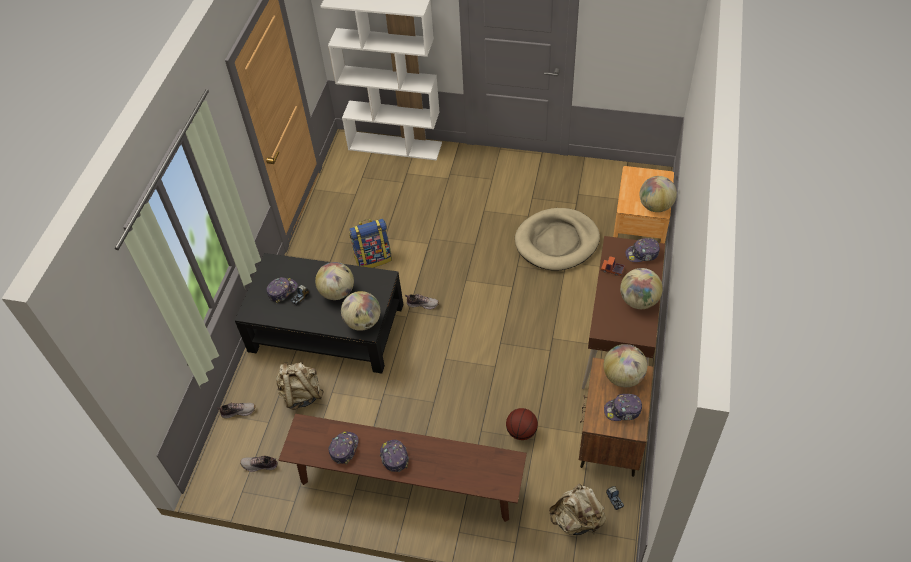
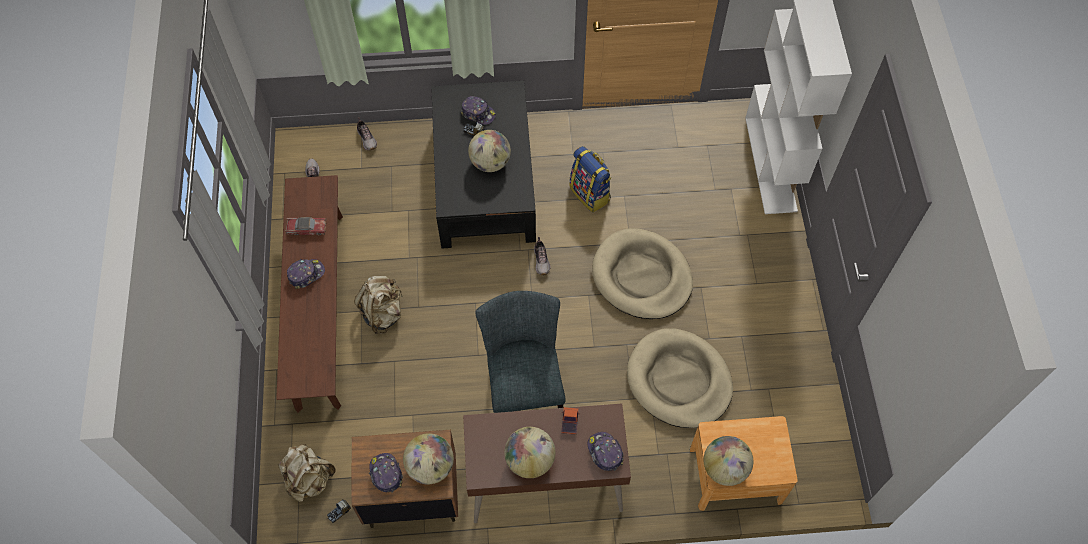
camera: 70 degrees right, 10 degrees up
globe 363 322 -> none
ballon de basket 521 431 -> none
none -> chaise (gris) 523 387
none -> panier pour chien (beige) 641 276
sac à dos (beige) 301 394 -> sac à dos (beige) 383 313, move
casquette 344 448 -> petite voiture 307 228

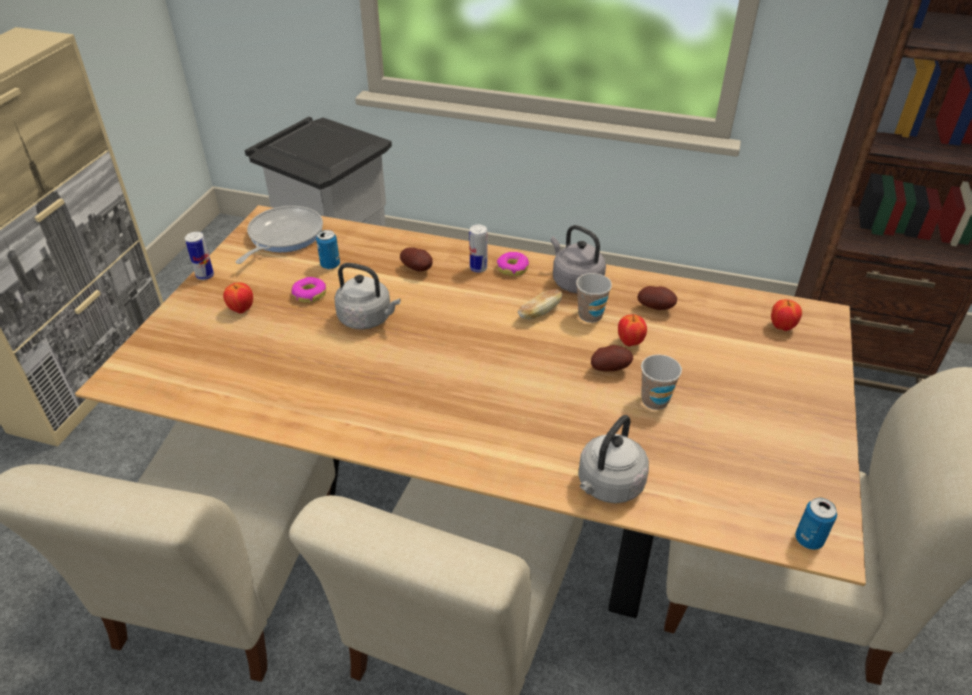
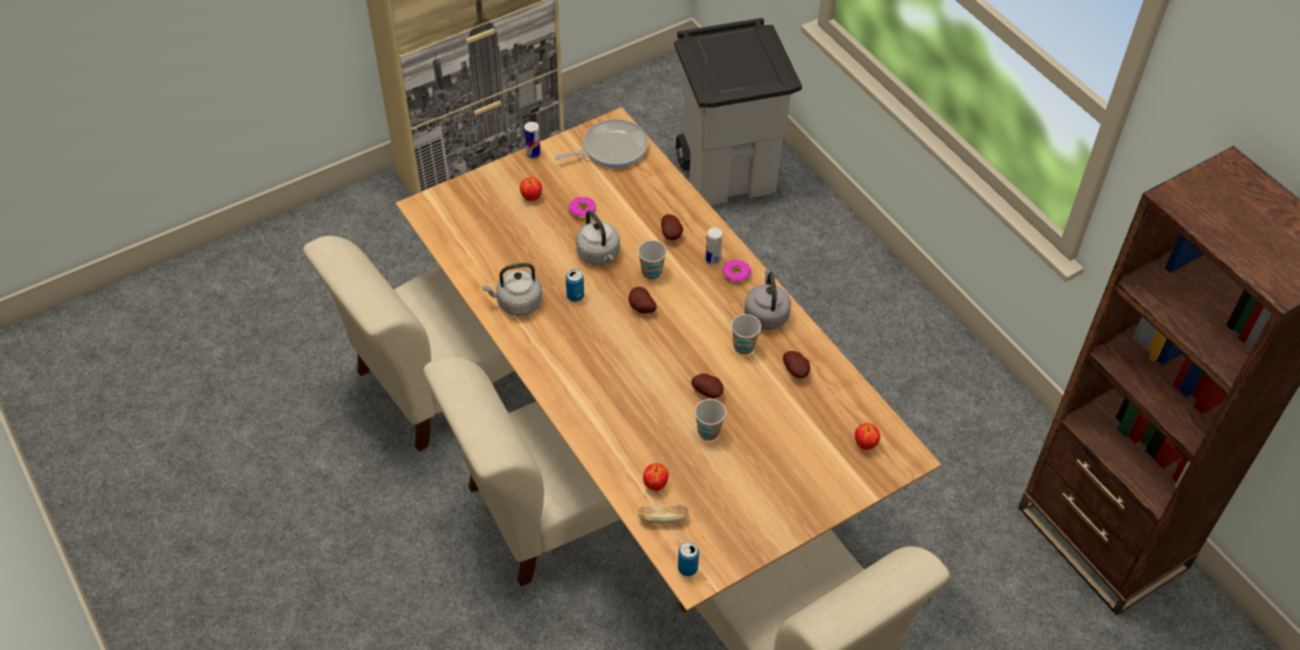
camera: 40 degrees right, 10 degrees up
none -> pomme de terre 640 308
none -> tasse 651 272
boîte métallique 330 265 -> boîte métallique 575 296, move
pain 539 312 -> pain 662 518, move
bouilloire (gris) 608 486 -> bouilloire (gris) 517 303, move
pomme 630 342 -> pomme 655 485, move

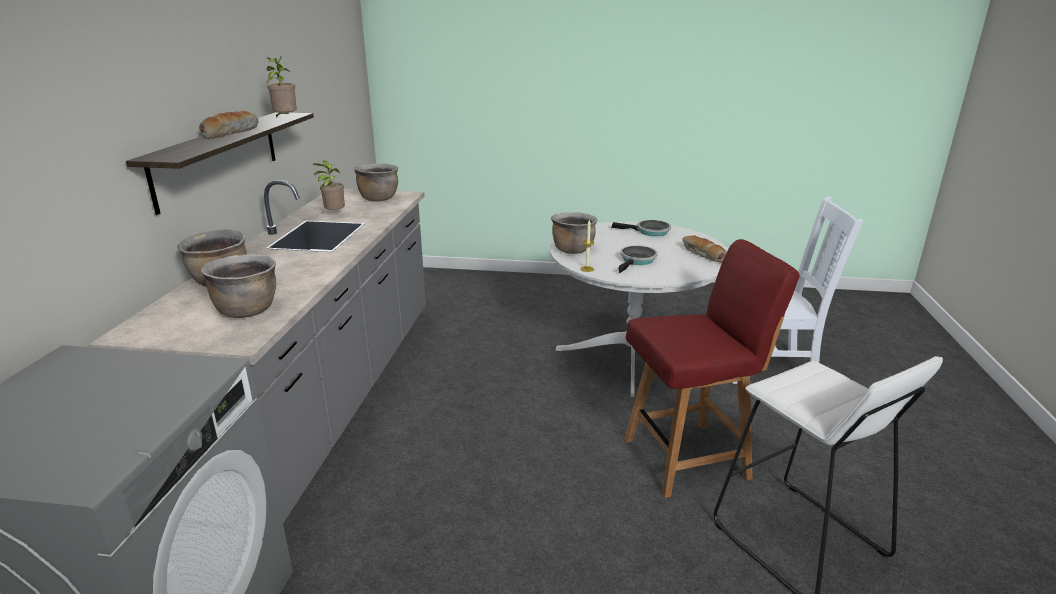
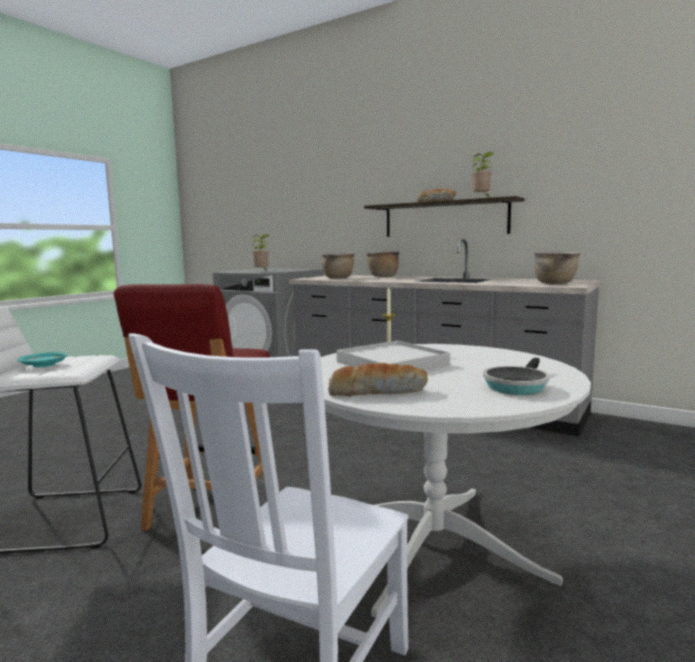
camera: 115 degrees right, 15 degrees down
marmite (marron) 572 250 -> none
none -> assiette (turquoise) 44 365
plante en pot 334 215 -> plante en pot 262 272, move
poêle 637 261 -> plateau (blanc) 392 363

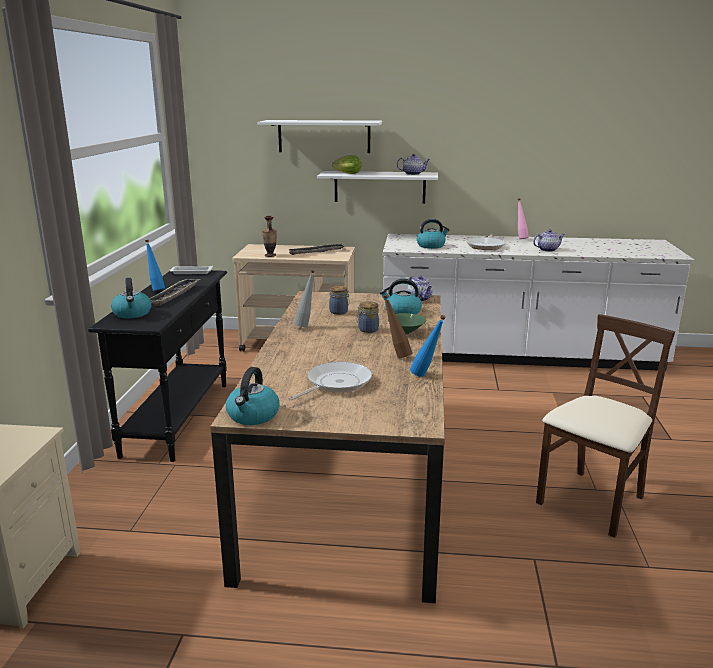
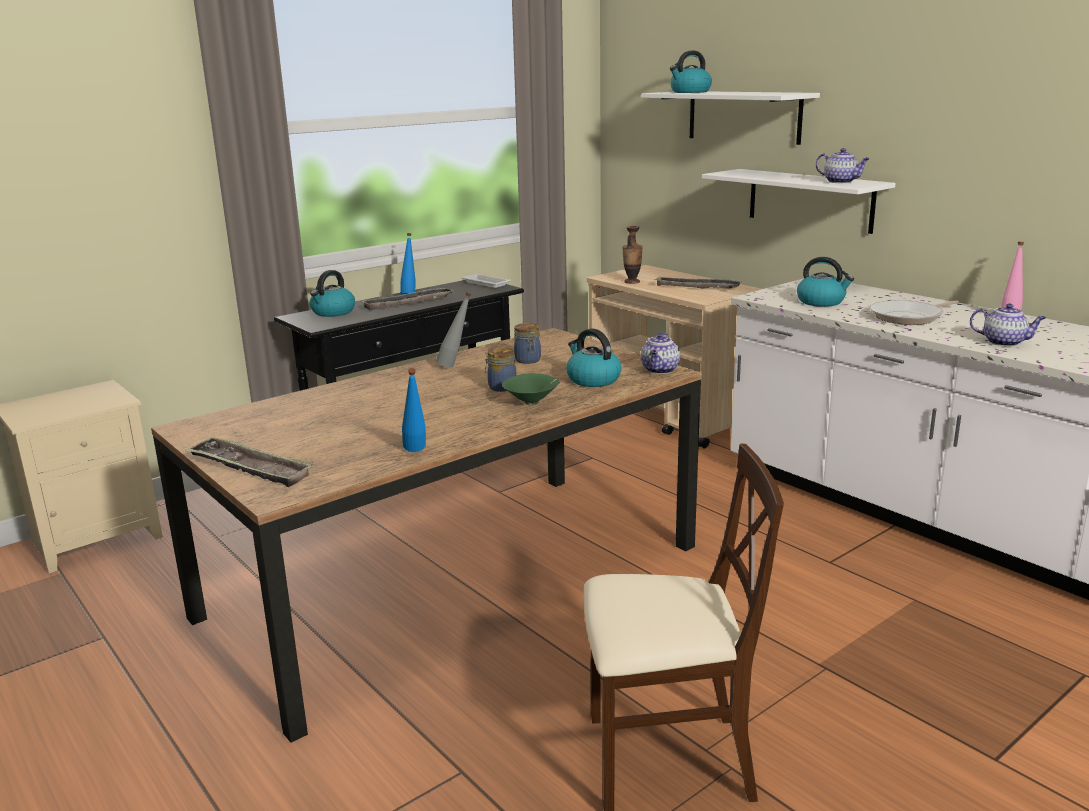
camera: 45 degrees right, 0 degrees up
poêle 336 383 -> none
laitue 346 174 -> none
bouteille (marron) 396 356 -> none
none -> plateau 249 468
bouilloire 253 416 -> bouilloire 690 92, move

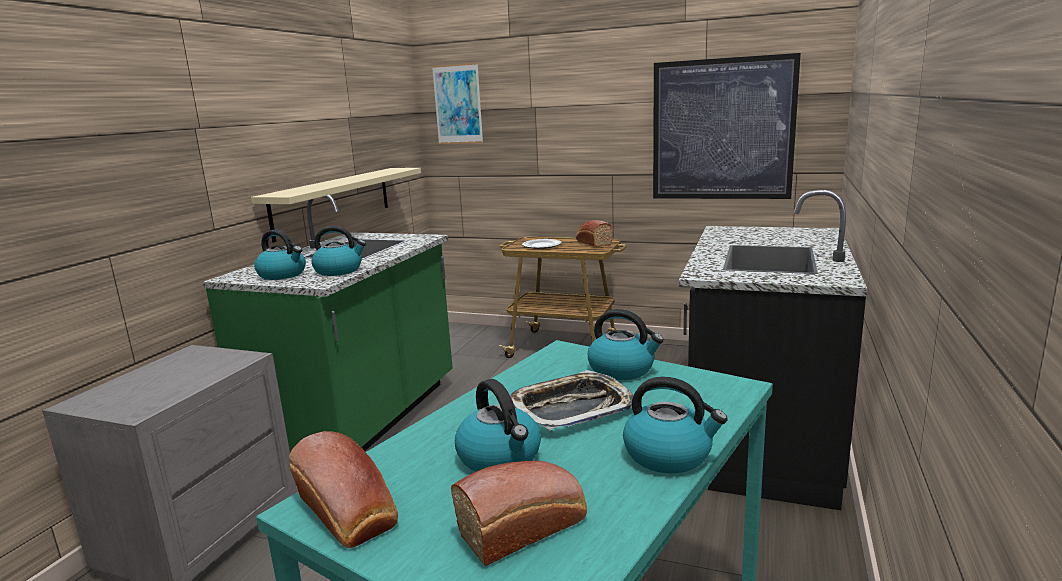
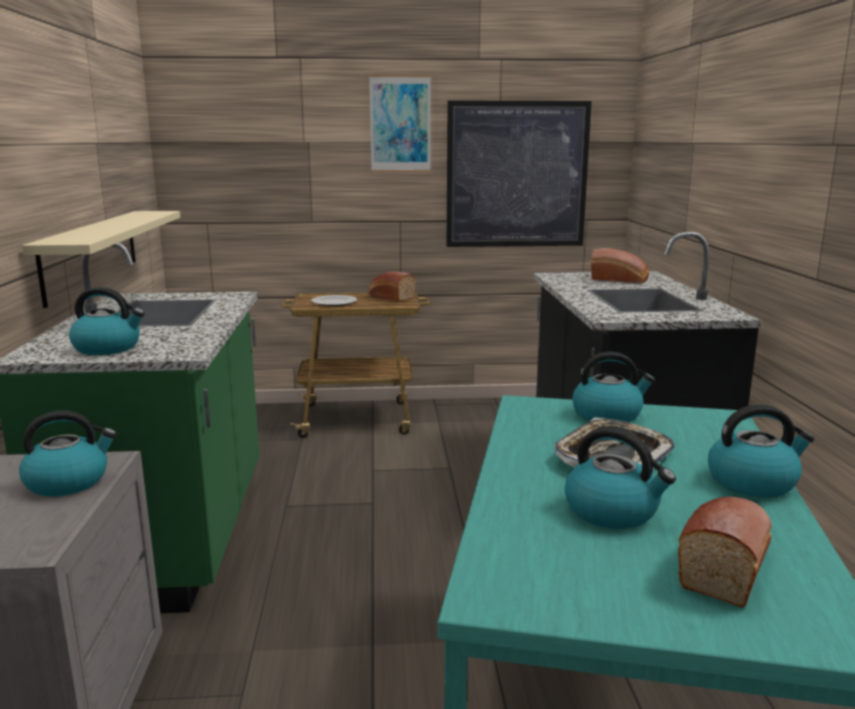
camera: 25 degrees left, 0 degrees up
pain 349 513 -> pain 620 280, move
bouilloire 339 271 -> bouilloire 69 481, move
tableau 458 104 -> tableau 400 124, move

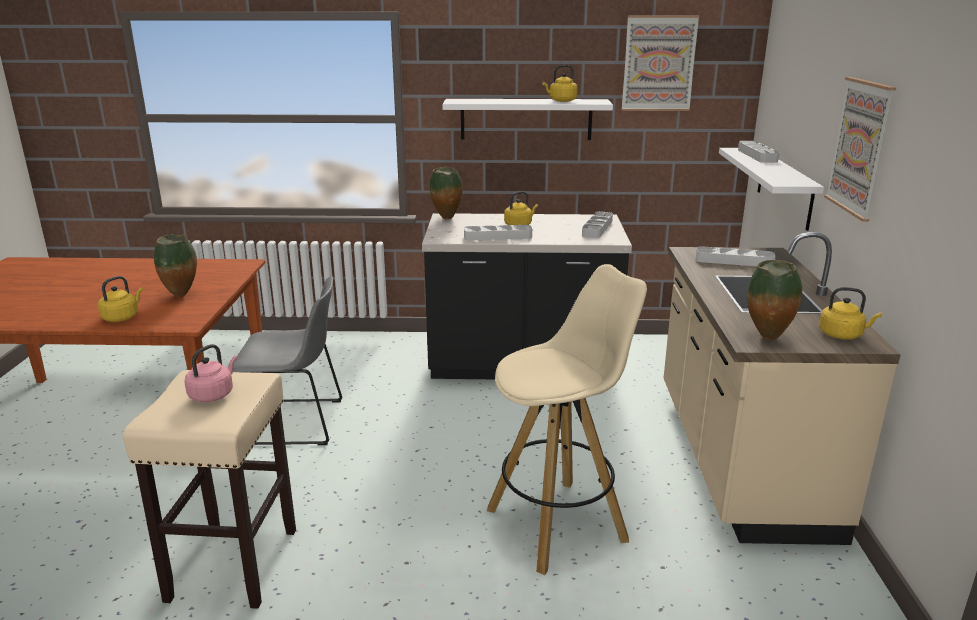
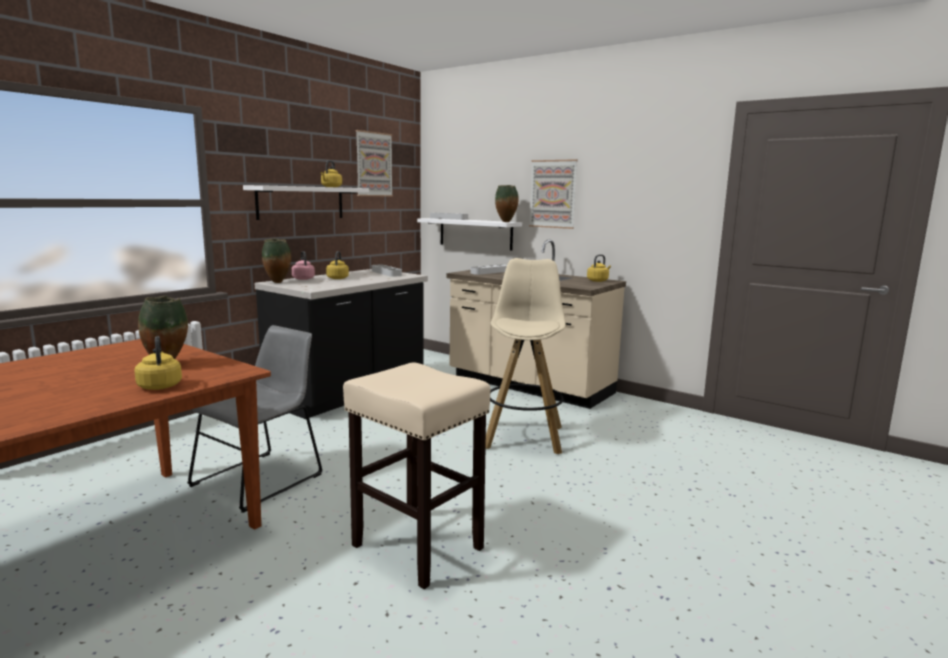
camera: 55 degrees left, 10 degrees down
plateau (gris) 498 236 -> none
bouilloire (rose) 213 394 -> bouilloire (rose) 303 278, move
vase 767 338 -> vase 506 222, move

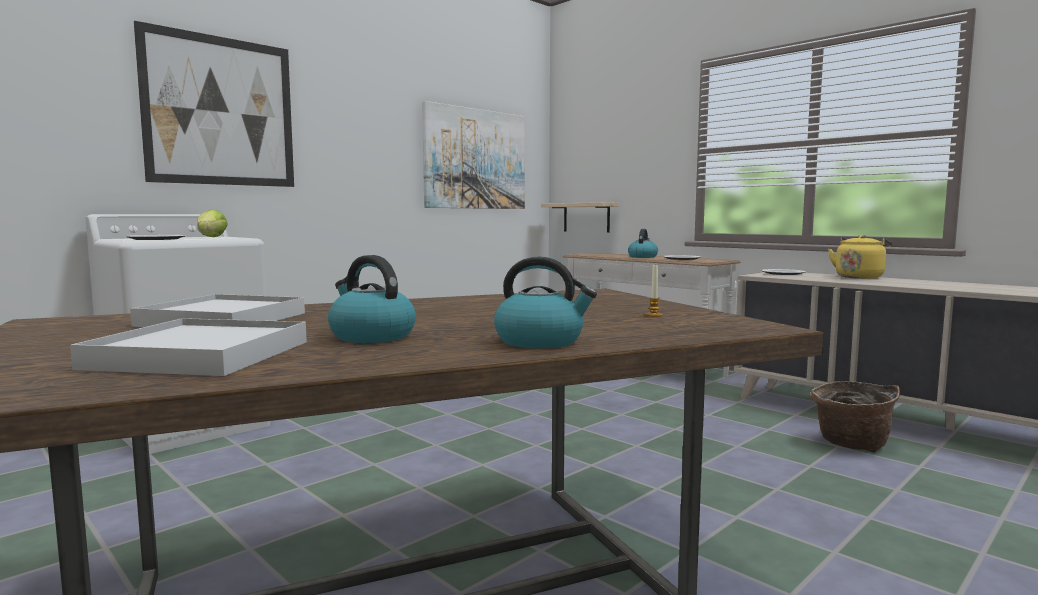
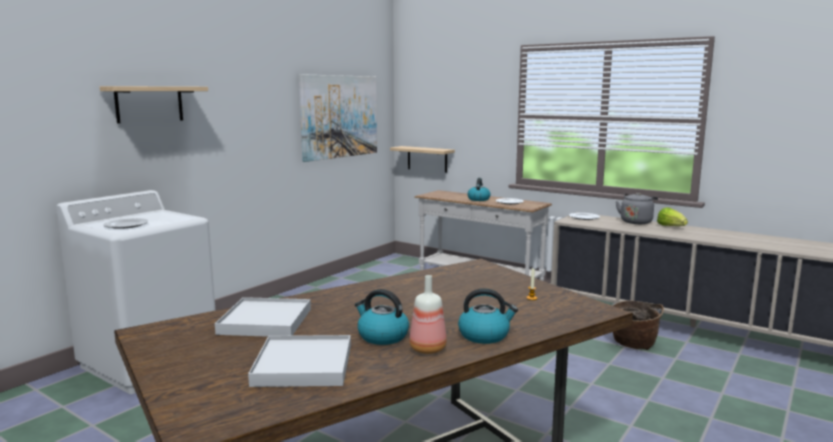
camera: 10 degrees left, 5 degrees up
none -> bouteille 428 349
laitue 211 237 -> laitue 671 227, move
tableau 220 111 -> étagère 149 104
bouilloire (jaune) 859 277 -> bouilloire (gris) 636 222

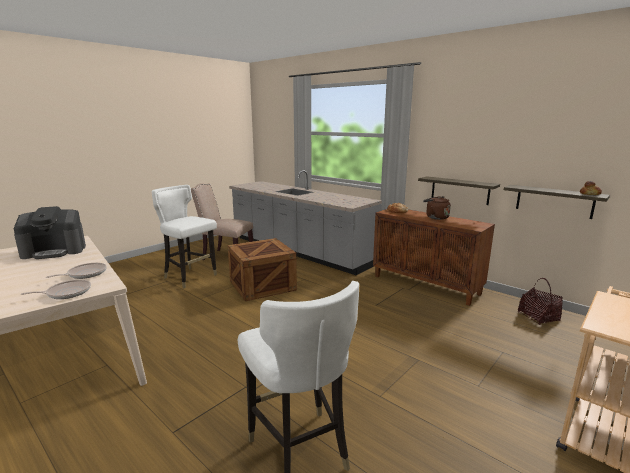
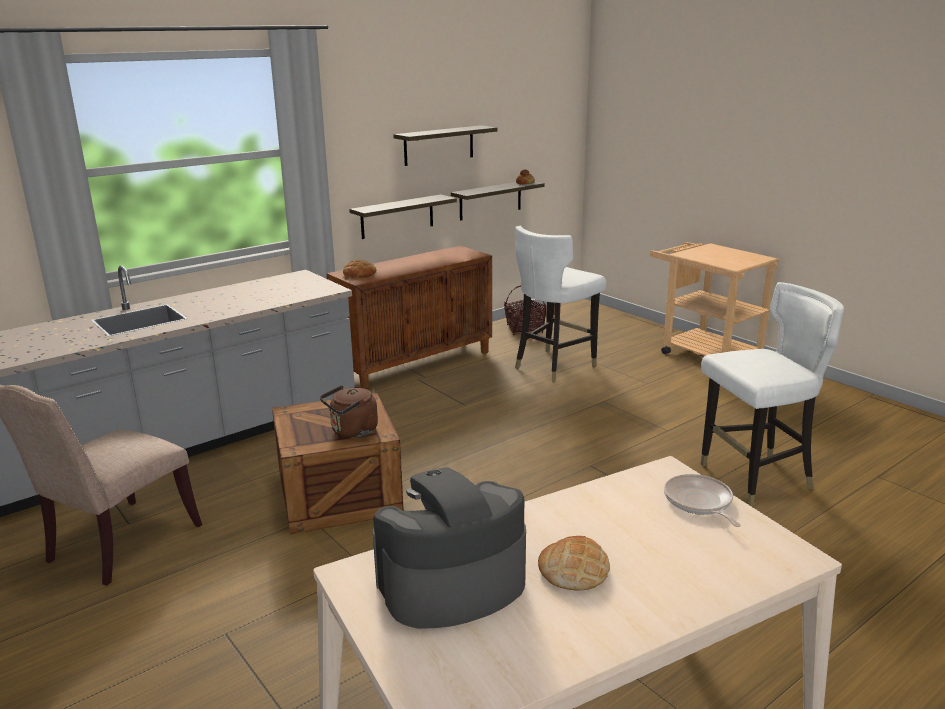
camera: 80 degrees left, 5 degrees up
poêle 85 274 -> none
none -> étagère 439 145
none -> pain 573 570
chaise (blanc) 190 277 -> chaise (blanc) 554 366, move
bouilloire (marron) 435 217 -> bouilloire (marron) 352 432, move
machine à café 55 251 -> machine à café 451 584, 105 degrees counterclockwise

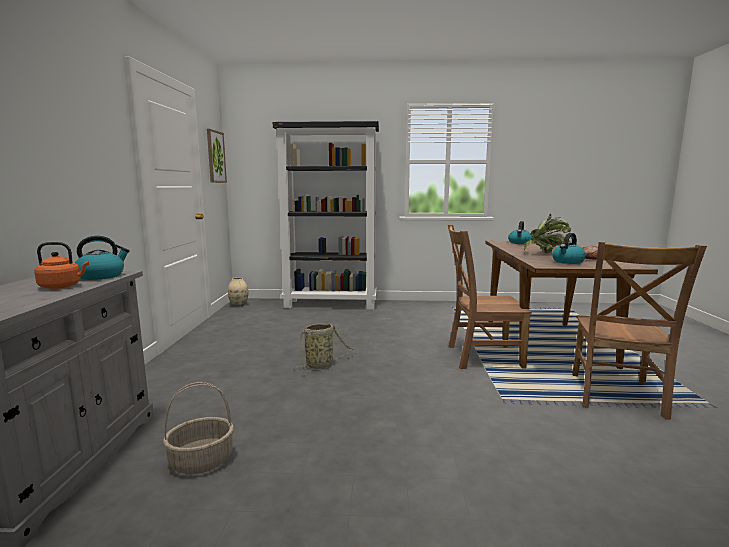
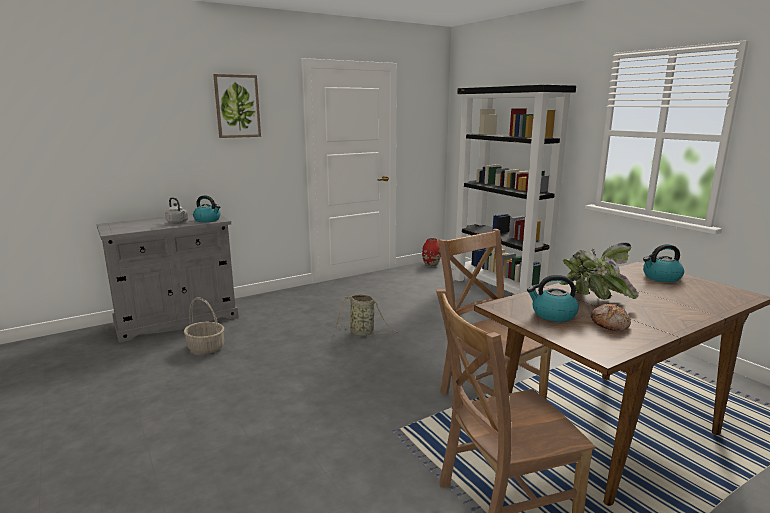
camera: 55 degrees right, 5 degrees up
tableau 215 157 -> tableau 237 106, move
bouilloire (orange) 62 286 -> bouilloire (gris) 178 222
vase (beige) 239 305 -> vase (rouge) 431 265

